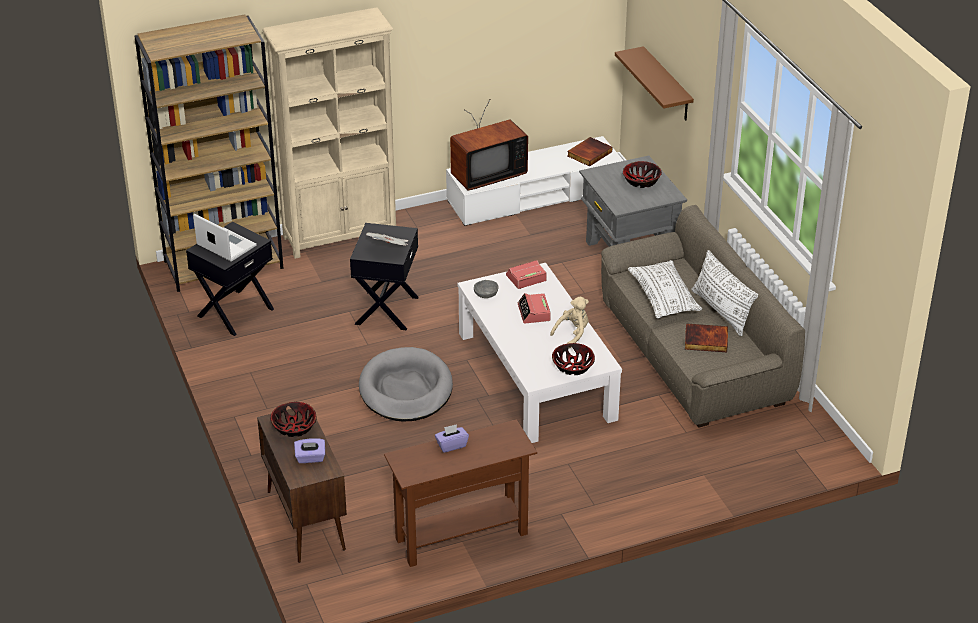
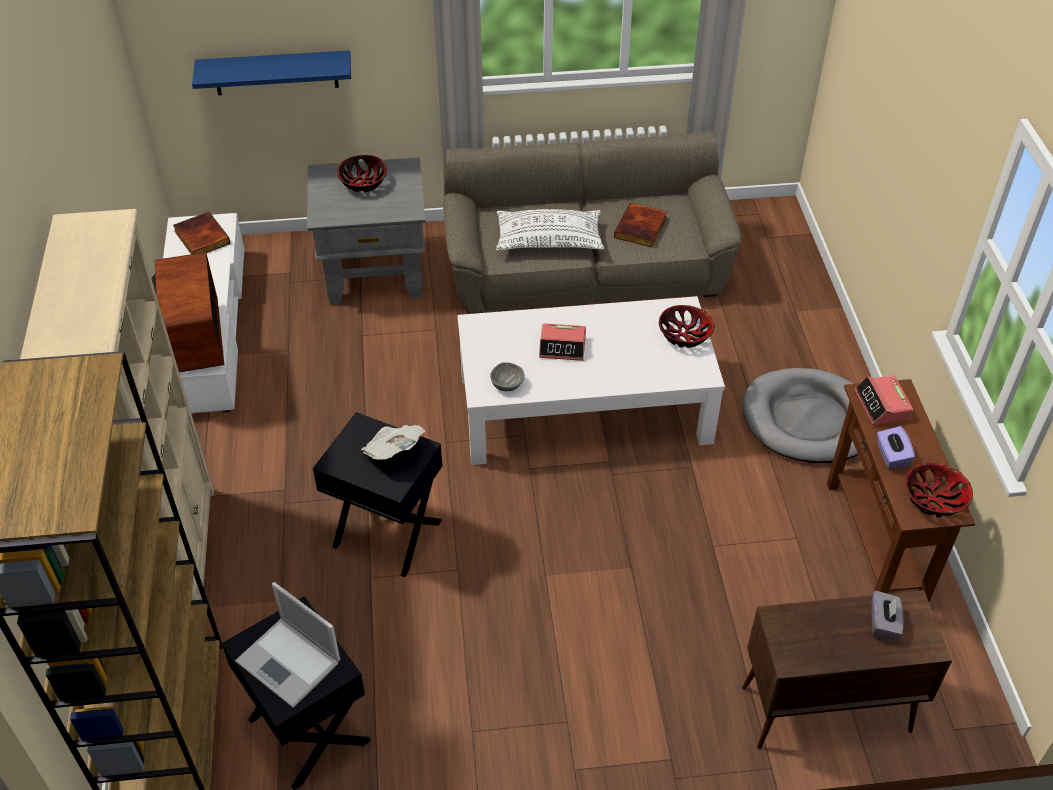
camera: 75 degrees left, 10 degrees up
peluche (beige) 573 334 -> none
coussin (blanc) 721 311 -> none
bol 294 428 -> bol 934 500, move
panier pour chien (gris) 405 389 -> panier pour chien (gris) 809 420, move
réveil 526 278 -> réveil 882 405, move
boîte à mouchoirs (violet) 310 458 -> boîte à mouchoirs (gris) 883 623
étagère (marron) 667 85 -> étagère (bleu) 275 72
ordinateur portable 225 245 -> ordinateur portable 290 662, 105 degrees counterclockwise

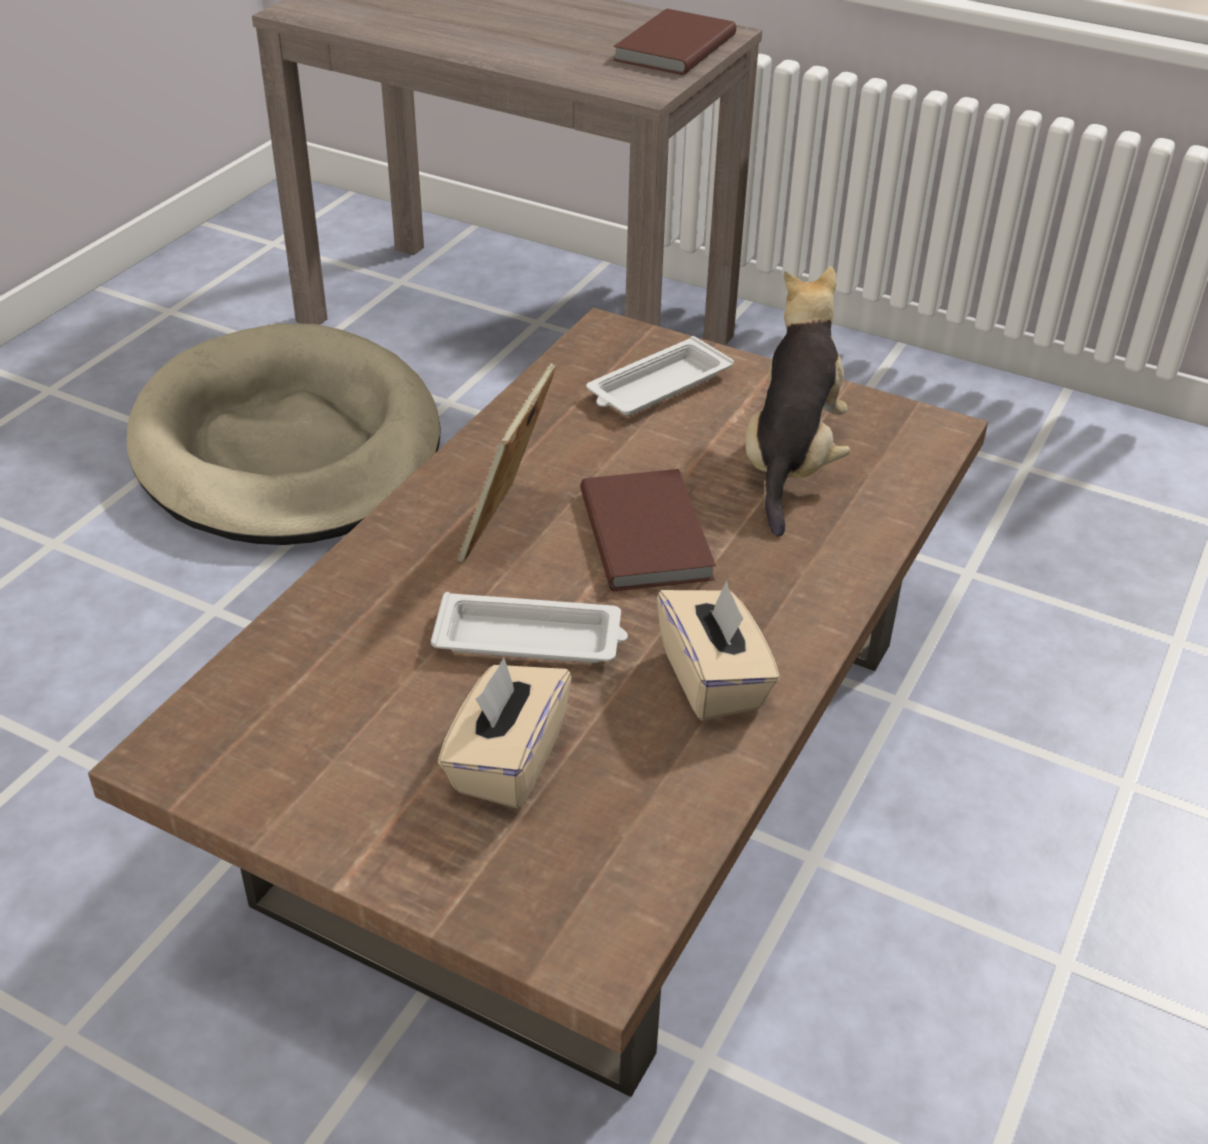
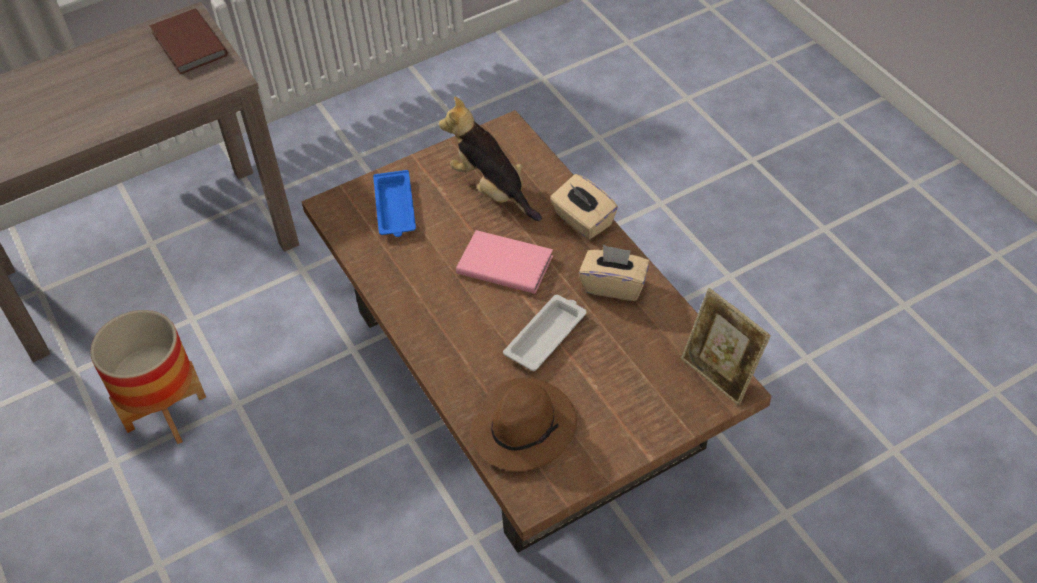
camera: 55 degrees left, 10 degrees up
none -> chapeau (marron) 524 427
boîte à mouchoirs (beige) 507 761 -> boîte à mouchoirs (beige) 583 221, move
cadre photo 508 526 -> cadre photo 720 374, move
panier pour chien (beige) 288 447 -> cache-pot 167 413
livre (marron) 649 533 -> livre (rose) 504 263
plateau (blanc) 657 387 -> plateau (bleu) 395 208

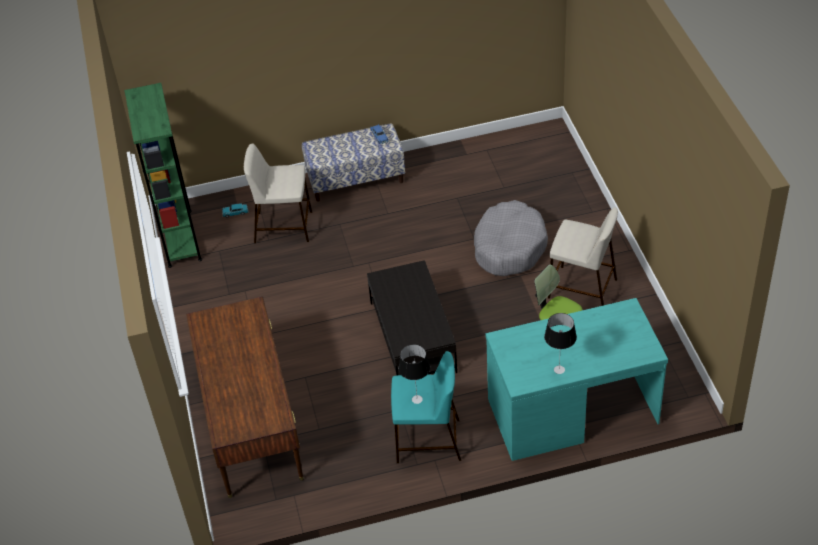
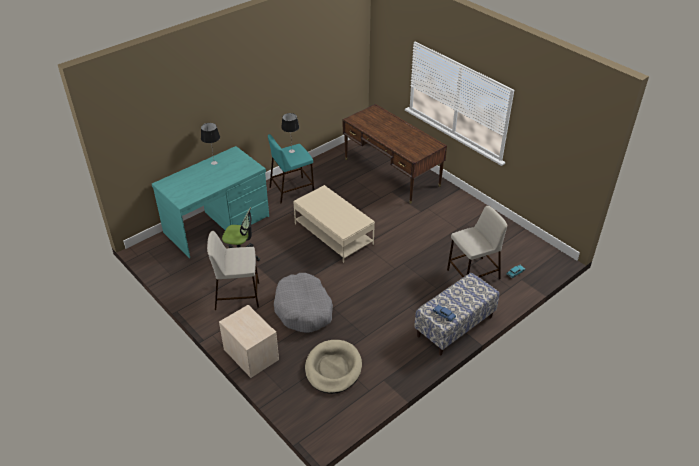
camera: 150 degrees right, 5 degrees down
bibliothèque (vert) 180 238 -> none
none -> table de chevet (beige) 251 354
none -> panier pour chien (beige) 333 368
table basse (noir) 413 337 -> table basse (beige) 333 234

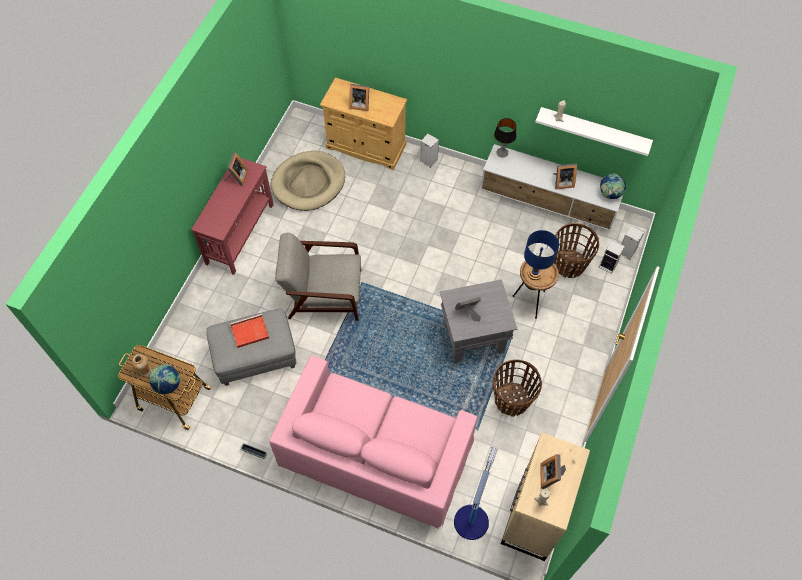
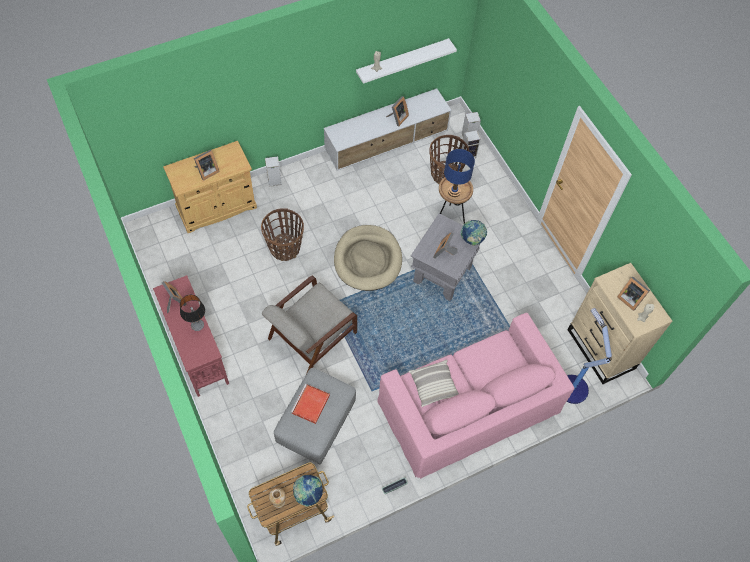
camera: 50 degrees left, 0 degrees up
none -> coussin 433 386
panier pour chien (beige) 308 183 -> panier pour chien (beige) 367 260, move
panier 512 400 -> panier 285 248, move
lampe de table 502 153 -> lampe de table 197 325, move
globe 609 194 -> globe 472 239, move

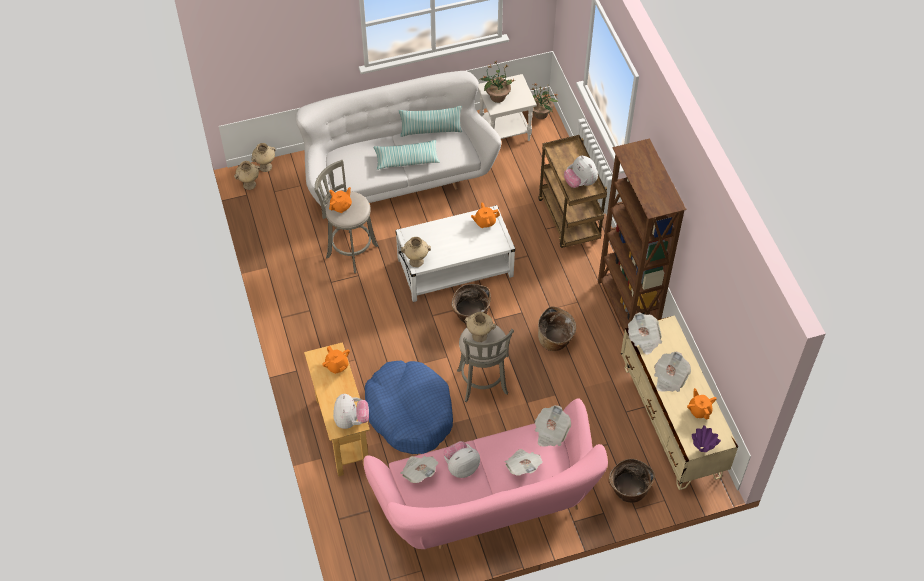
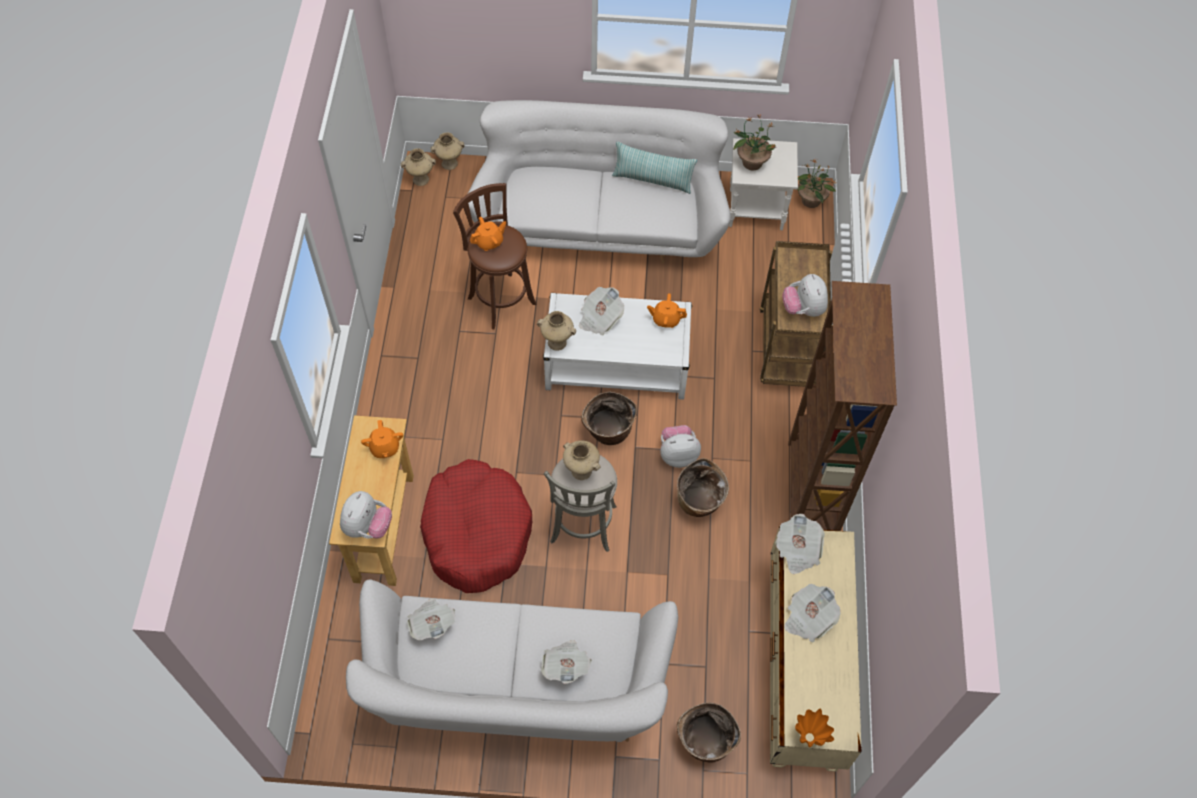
camera: 20 degrees right, 5 degrees up
coussin 406 159 -> none
théière (orange) 699 410 -> none
peluche 461 467 -> peluche 678 454, move
journal 550 432 -> journal 599 318, move
tabouret (gris) 350 250 -> tabouret (marron) 500 298
canapé (rose) 487 504 -> canapé (blanc) 516 690
panier pour chien (bleu) 410 413 -> panier pour chien (rouge) 476 532
vase (violet) 701 449 -> vase (orange) 808 736

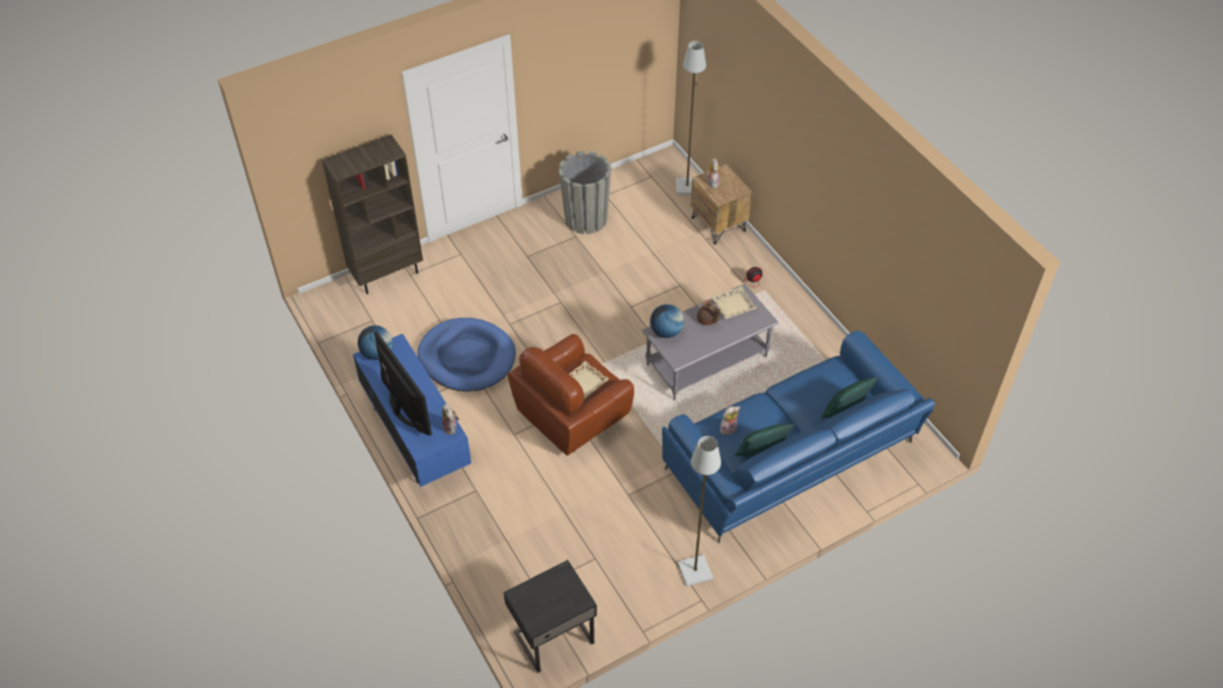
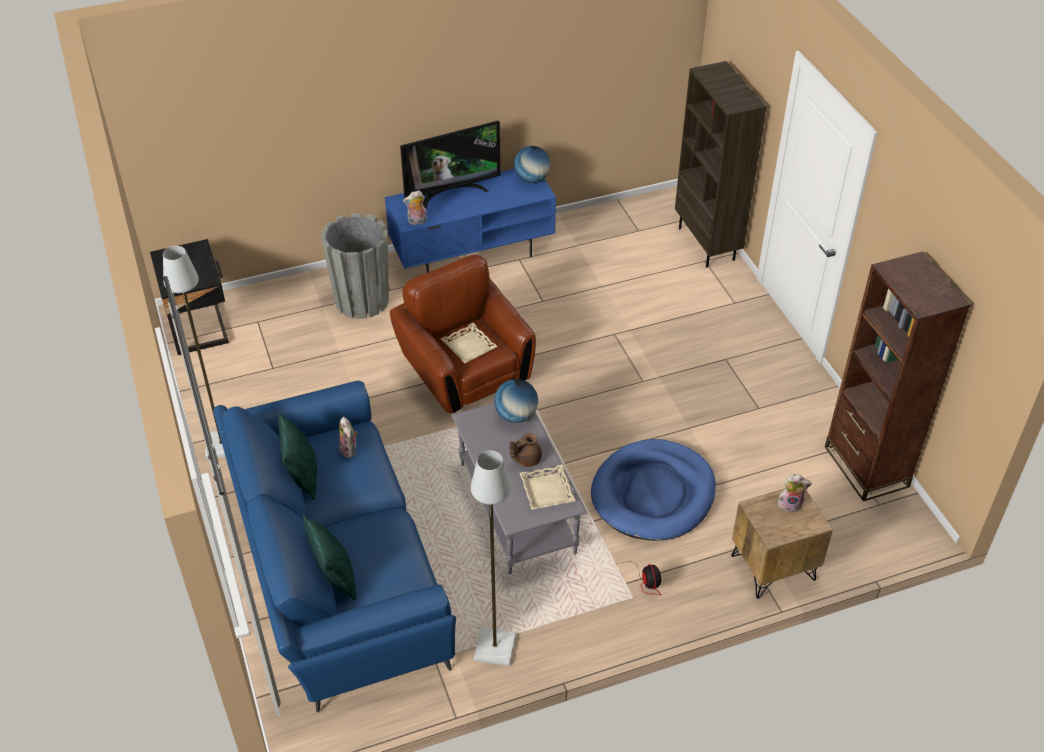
camera: 100 degrees right, 5 degrees down
none -> bibliothèque (marron) 866 466
panier pour chien (bleu) 467 357 -> panier pour chien (bleu) 653 494, move
cache-pot (gris) 586 219 -> cache-pot (gris) 362 300, move
lampadaire (gris) 687 186 -> lampadaire (gris) 495 648, move

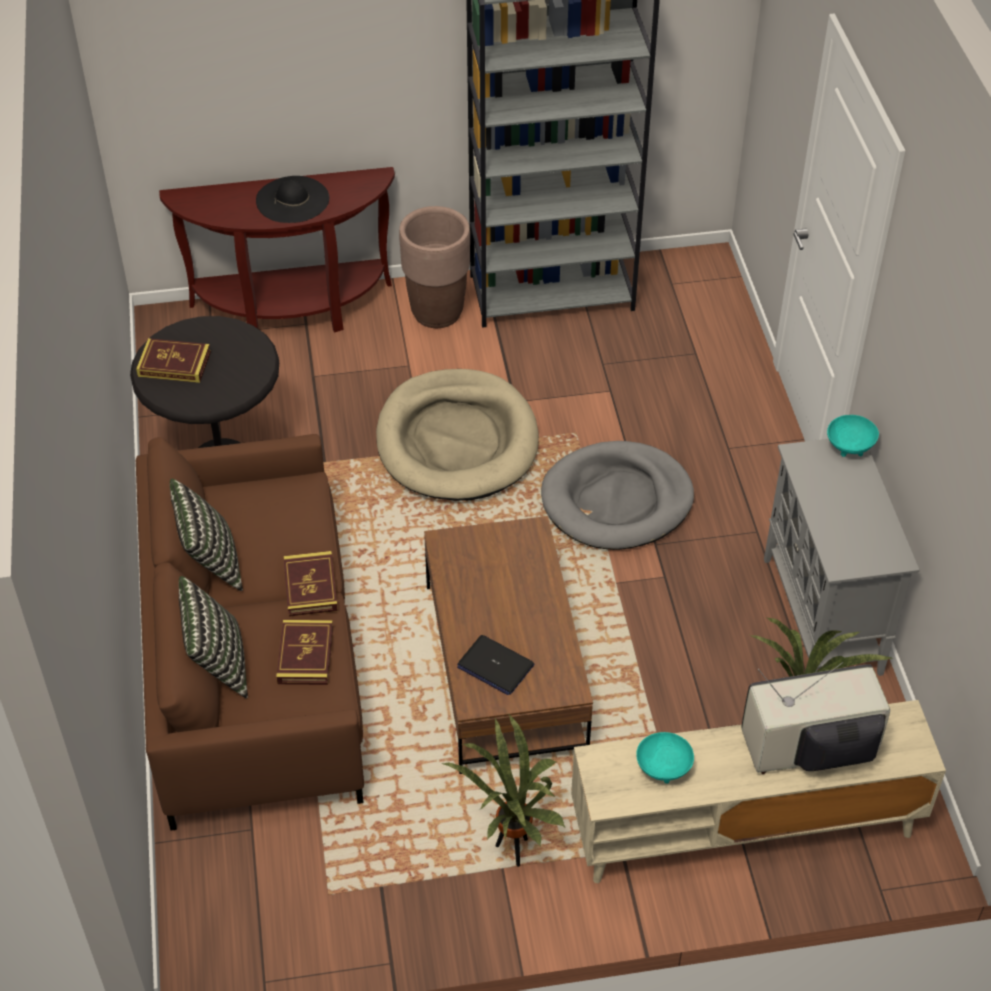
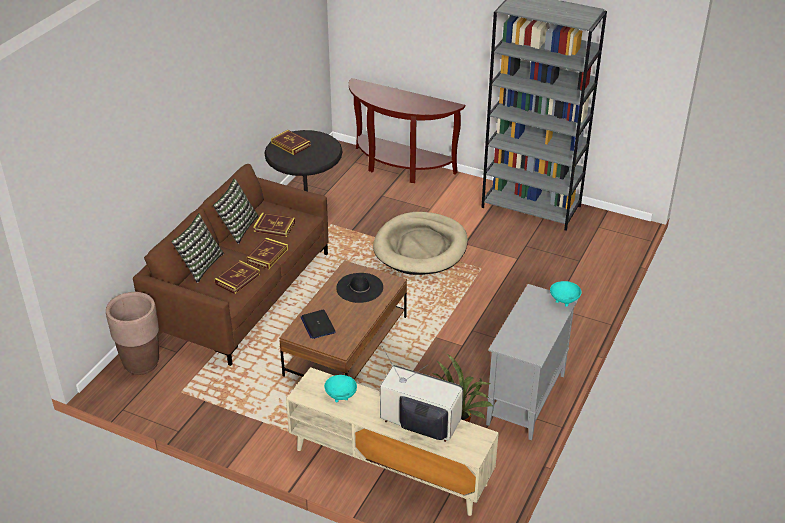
camera: 35 degrees right, 10 degrees down
plante en pot 513 852 -> none
panier pour chien (gris) 617 500 -> none
none -> livre 274 227
chapeau (noir) 292 199 -> chapeau (noir) 360 288, move
cache-pot (marron) 437 313 -> cache-pot (marron) 141 364, move

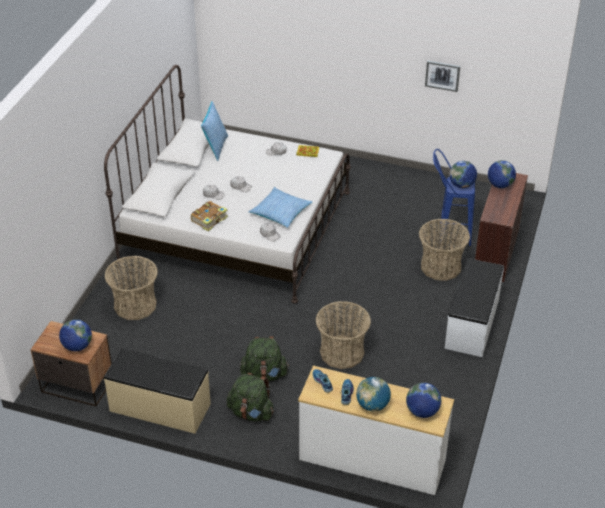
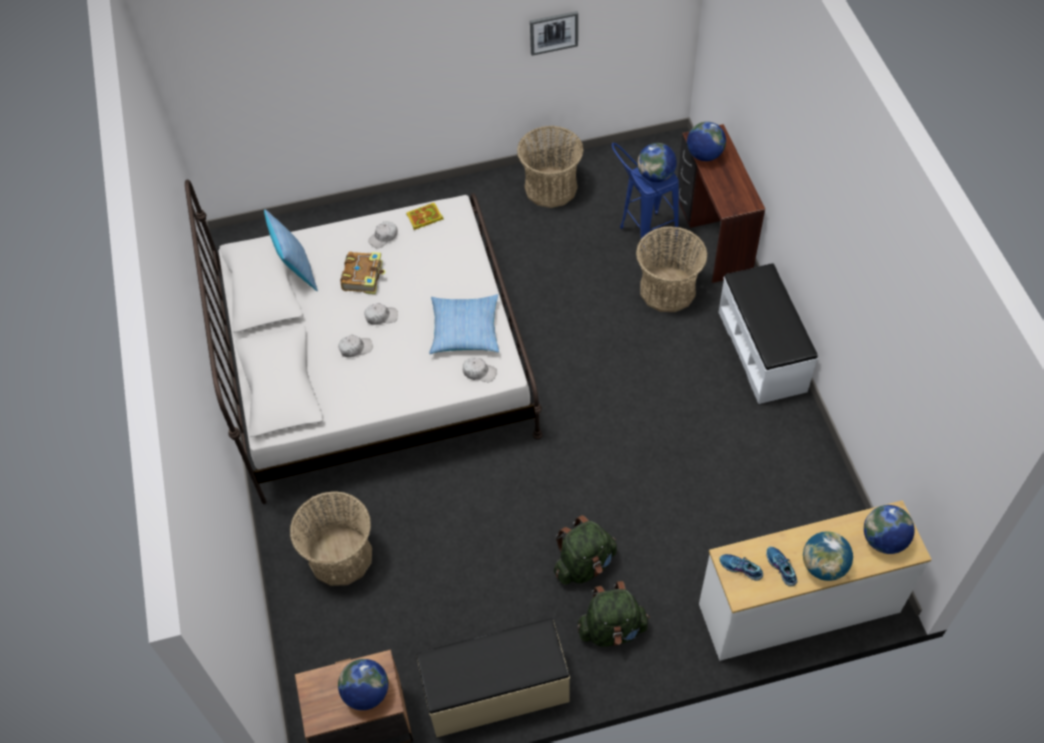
camera: 30 degrees left, 15 degrees up
livre 210 219 -> livre 363 276, move
panier 342 352 -> panier 551 187, move

